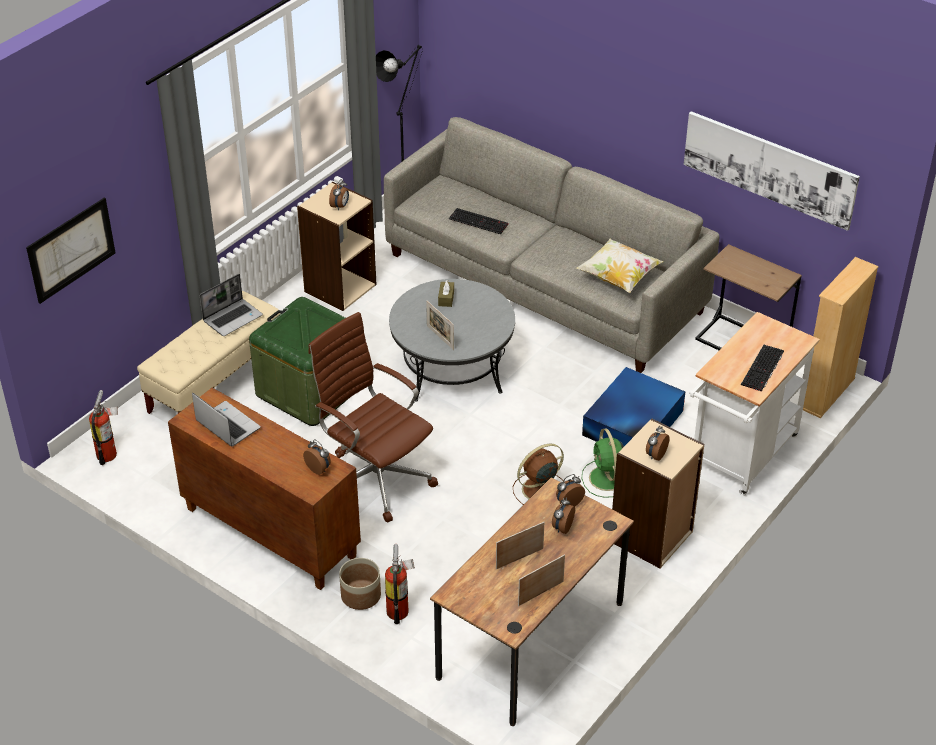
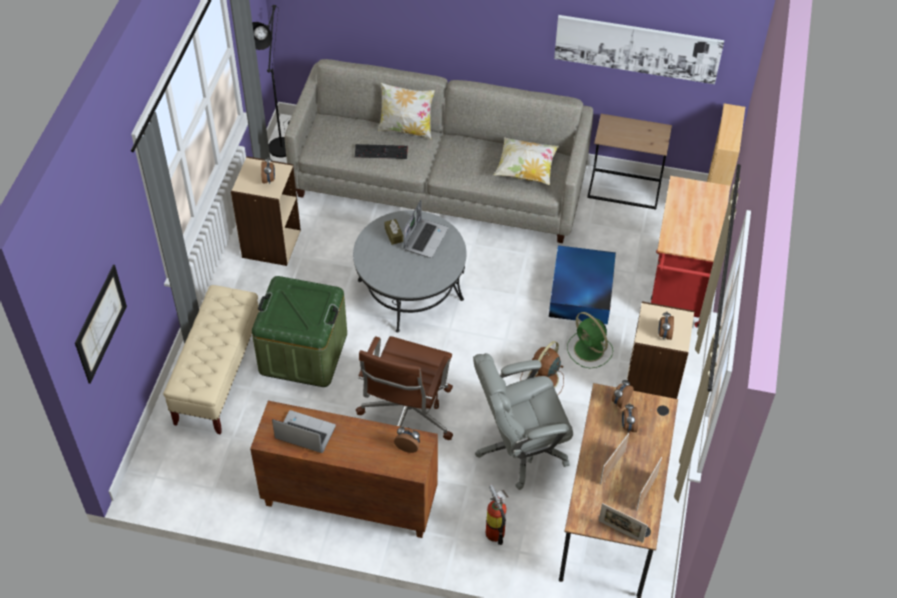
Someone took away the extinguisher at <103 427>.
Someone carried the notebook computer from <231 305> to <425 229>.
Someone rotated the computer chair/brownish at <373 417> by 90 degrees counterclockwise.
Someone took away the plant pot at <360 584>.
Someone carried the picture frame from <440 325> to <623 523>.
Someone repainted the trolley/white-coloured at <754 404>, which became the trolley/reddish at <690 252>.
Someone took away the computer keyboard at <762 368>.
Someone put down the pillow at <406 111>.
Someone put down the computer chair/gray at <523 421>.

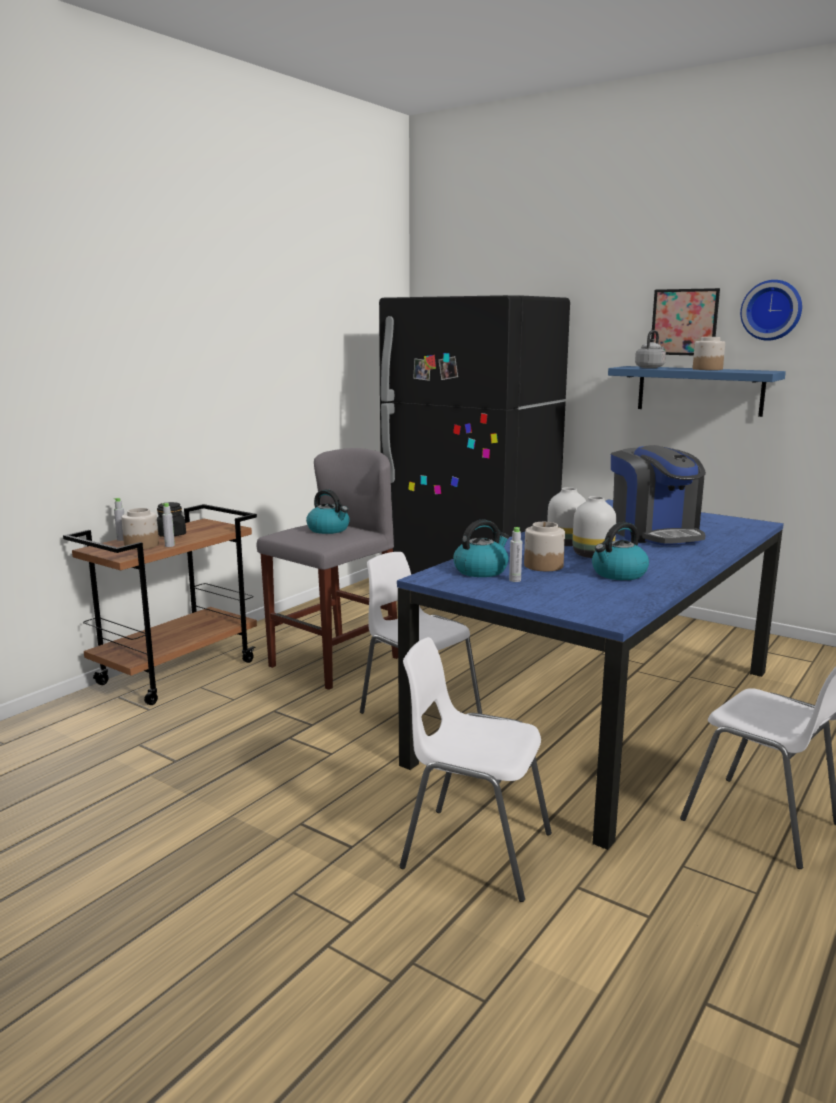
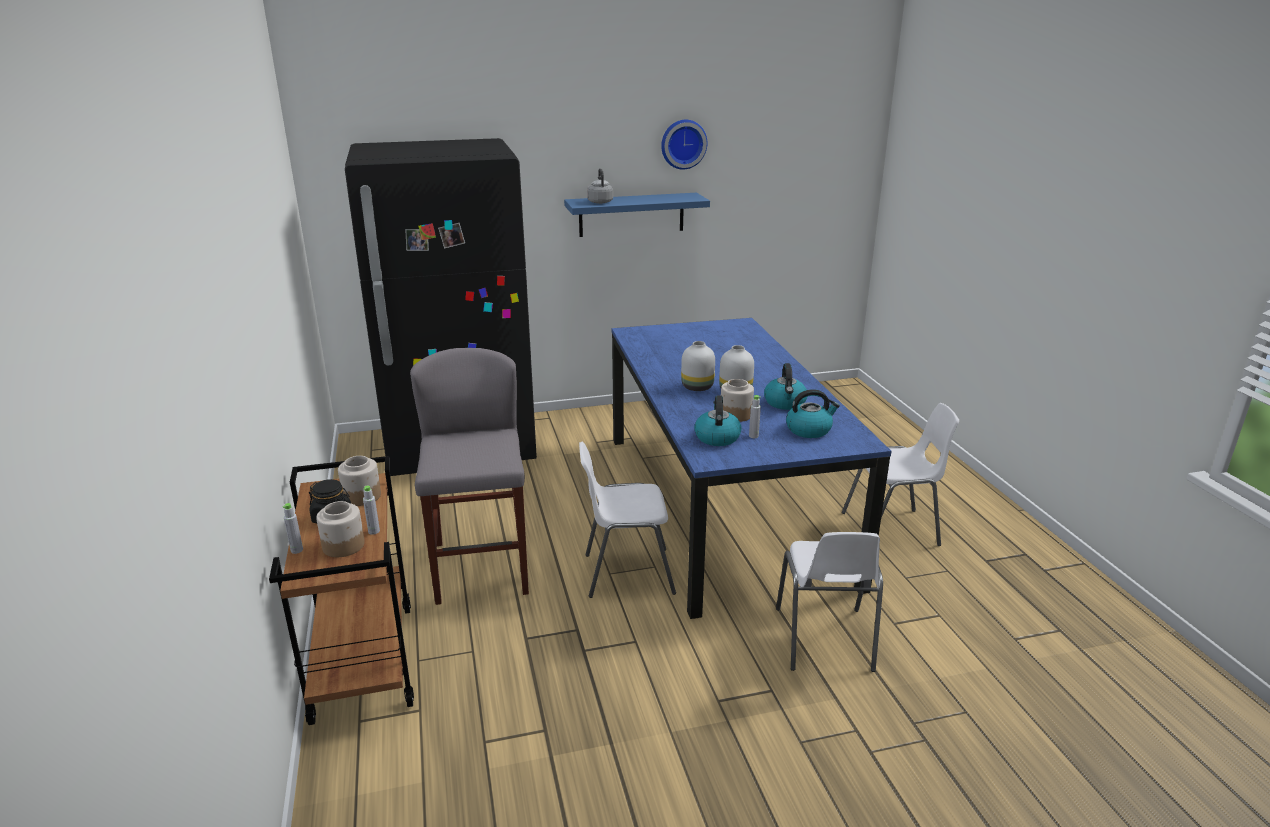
Someone carried the water kettle from <328 511> to <813 413>.
Someone rotated the chair/white-coloured at <476 769> by 60 degrees counterclockwise.
Someone took away the coffee maker at <658 495>.
Someone took away the wall art at <685 321>.
Someone carried the preserve jar from <709 353> to <359 481>.

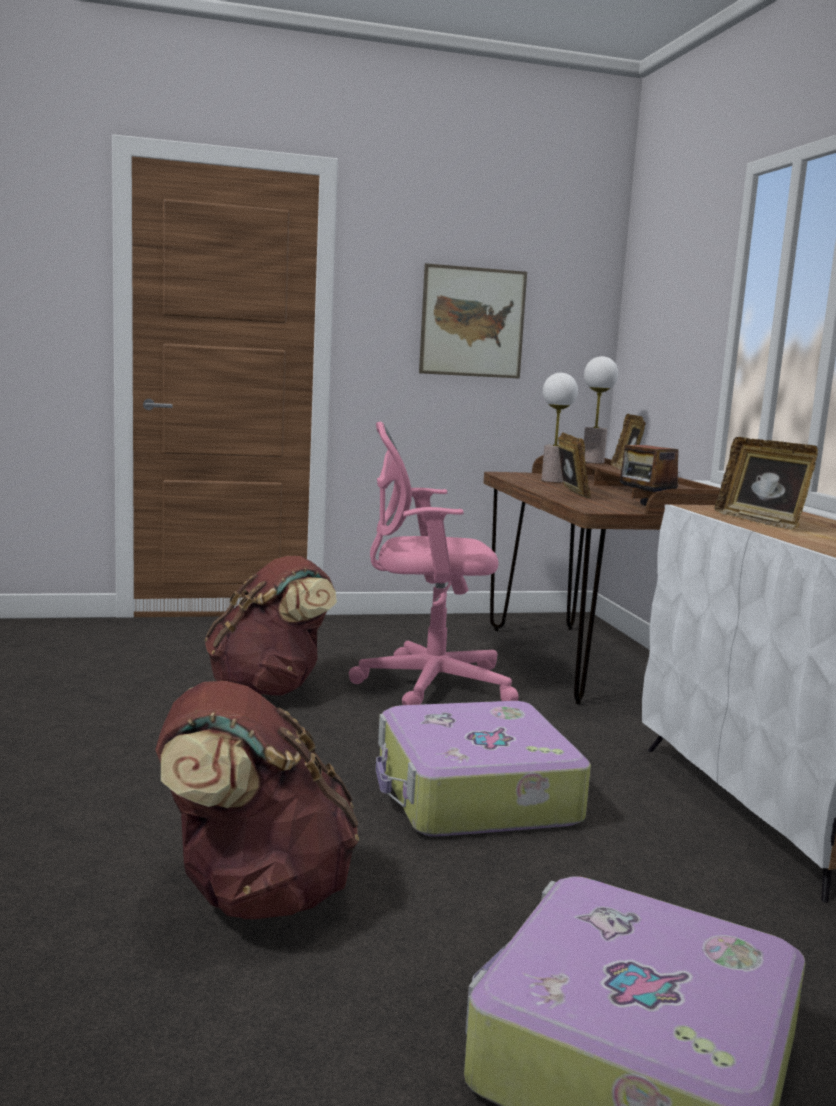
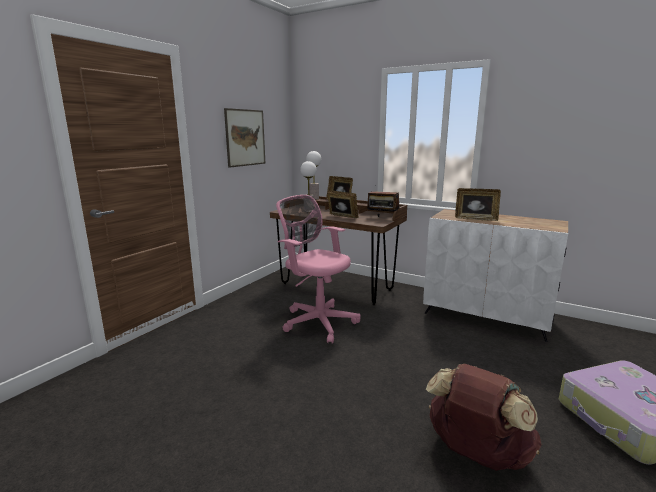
Someone took away the rucksack/brownish at <271 626>.
Someone rotated the computer chair/pink-coloured at <434 563> by 90 degrees clockwise.
Someone took away the suitcase at <483 769>.

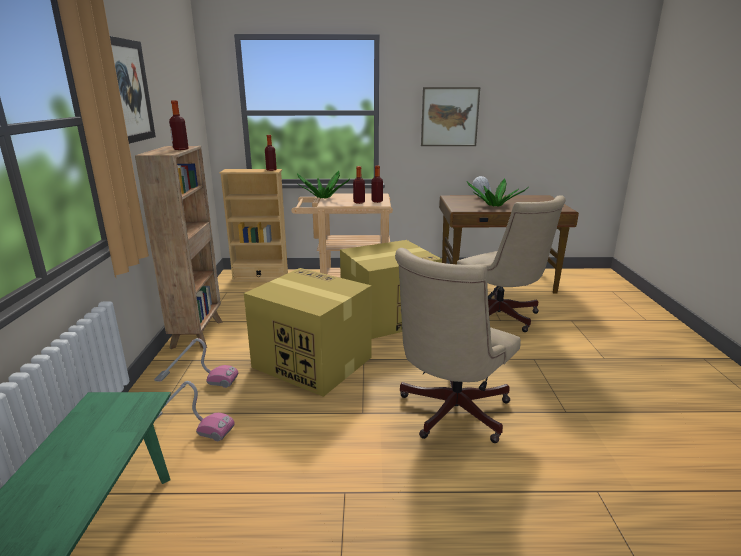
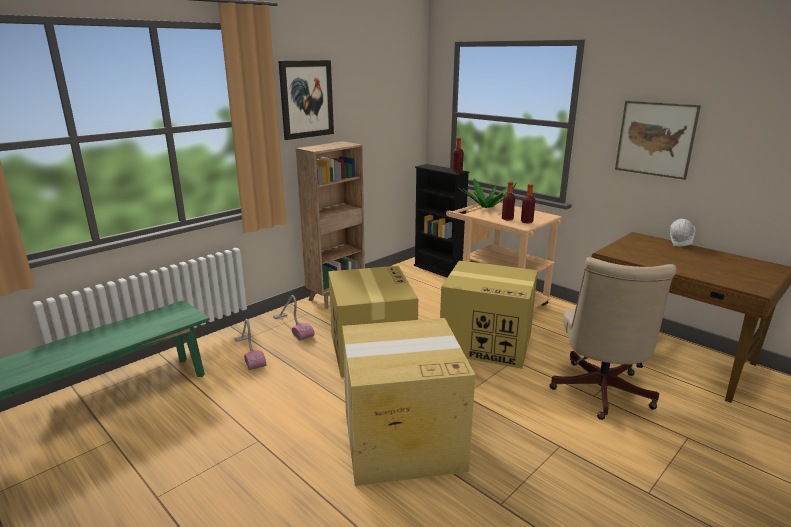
Someone took away the bottle at <179 125>.
Someone repainted the bookcase/beige at <253 225>, which became the bookcase/black-coloured at <441 220>.
Someone swapped the computer chair/beige at <458 345> for the carton at <408 402>.
Someone took away the houseplant at <497 193>.

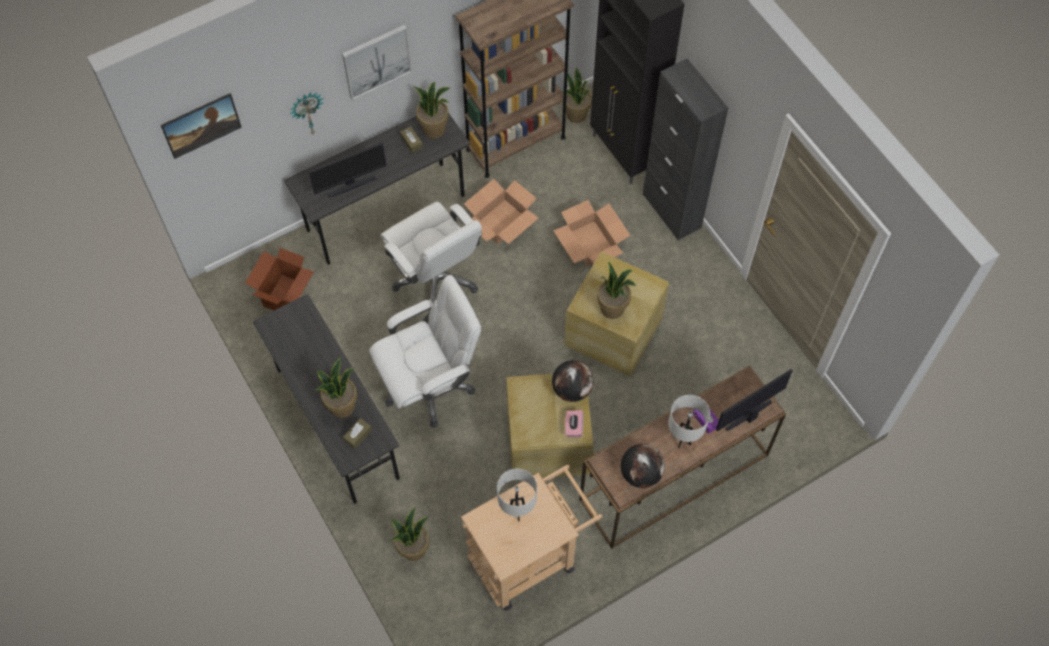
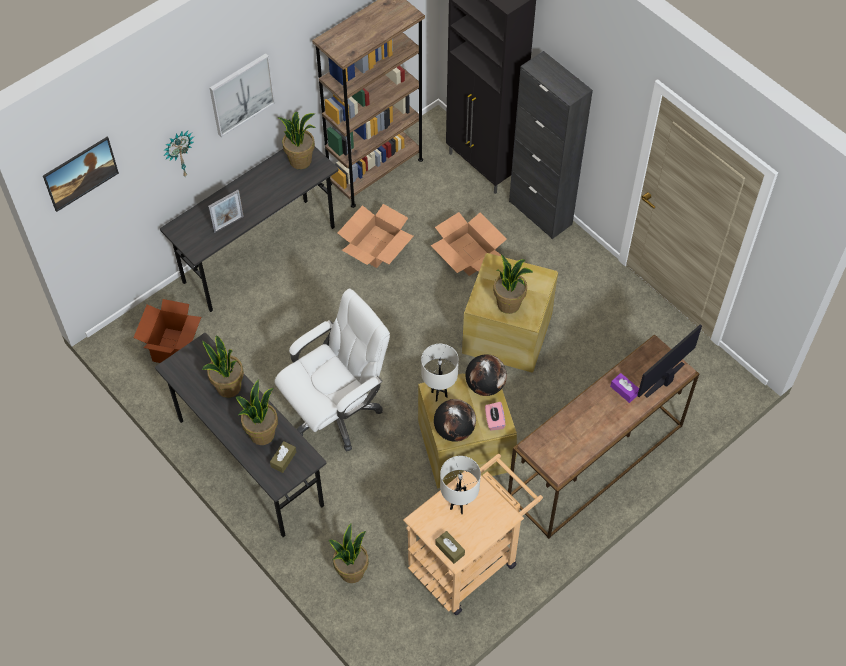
Someone swapped the monitor at <348 170> for the picture frame at <226 211>.
Someone took away the computer chair/white-coloured at <432 252>.
Someone carried the tissue box/brownish from <411 140> to <450 547>.
Someone carried the houseplant from <577 95> to <223 366>.
Someone carried the world globe from <643 466> to <455 420>.
Someone carried the table lamp/white-coloured from <689 421> to <440 373>.

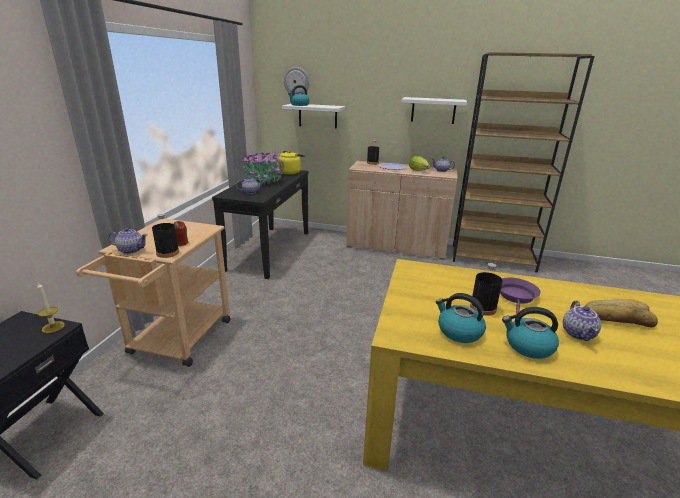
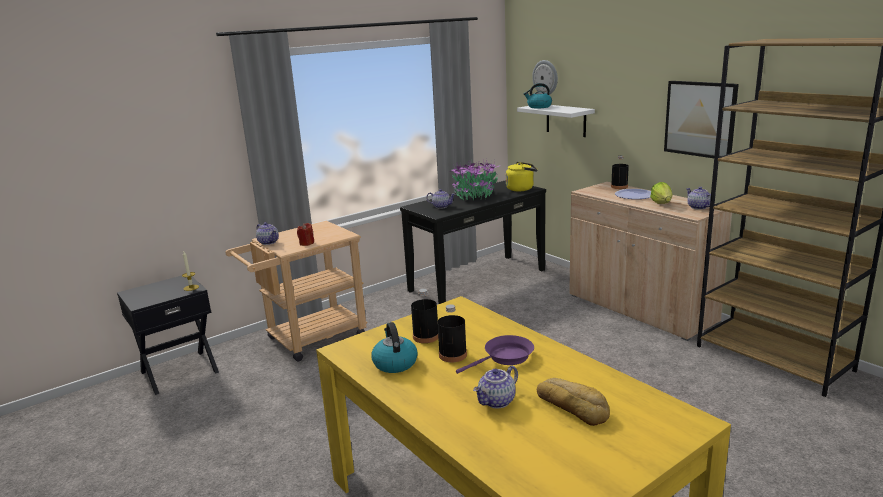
Someone carried the bottle/black-coloured from <165 236> to <424 316>.
Someone swapped the bracket shelf/white-coloured at <434 110> for the wall art at <701 119>.
Someone took away the water kettle at <530 333>.

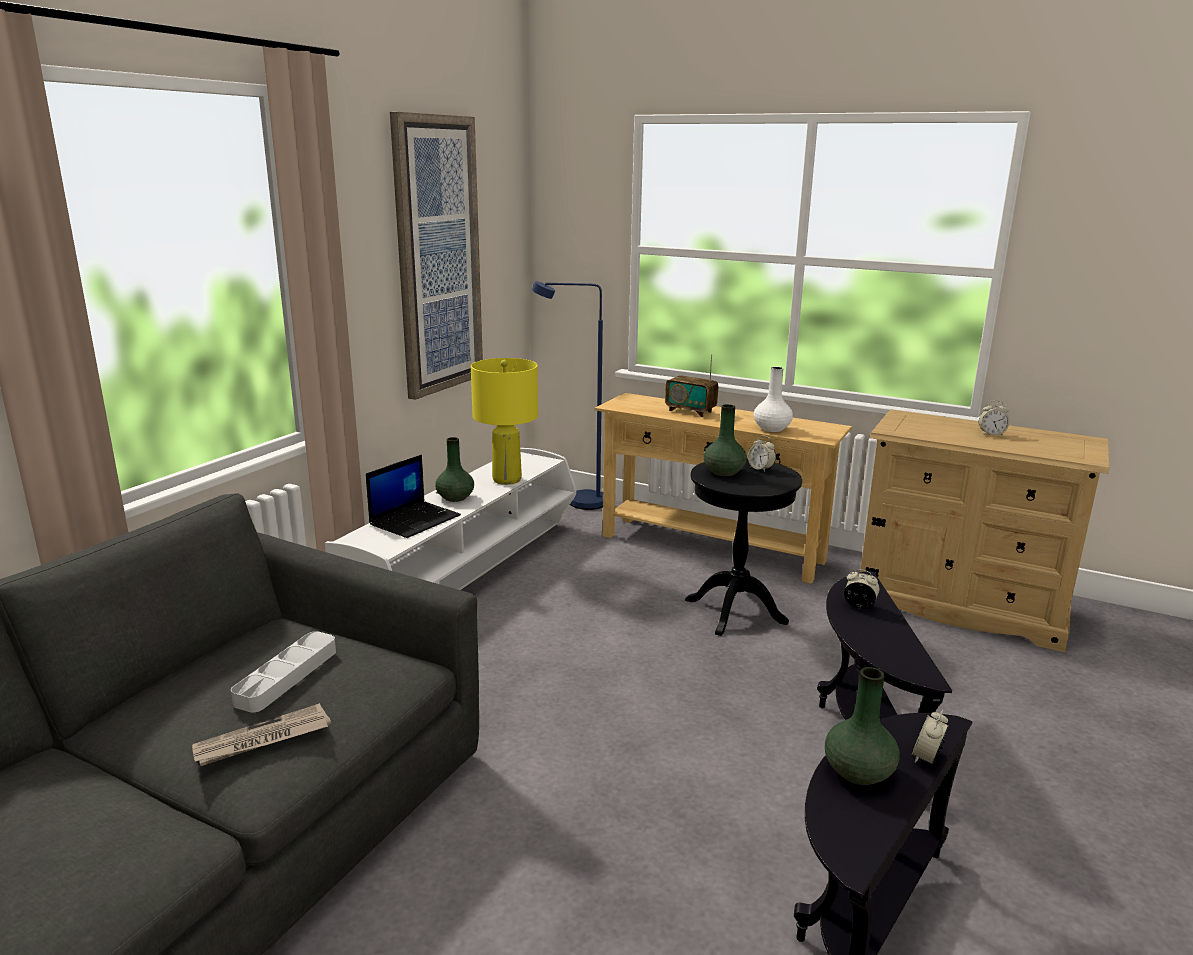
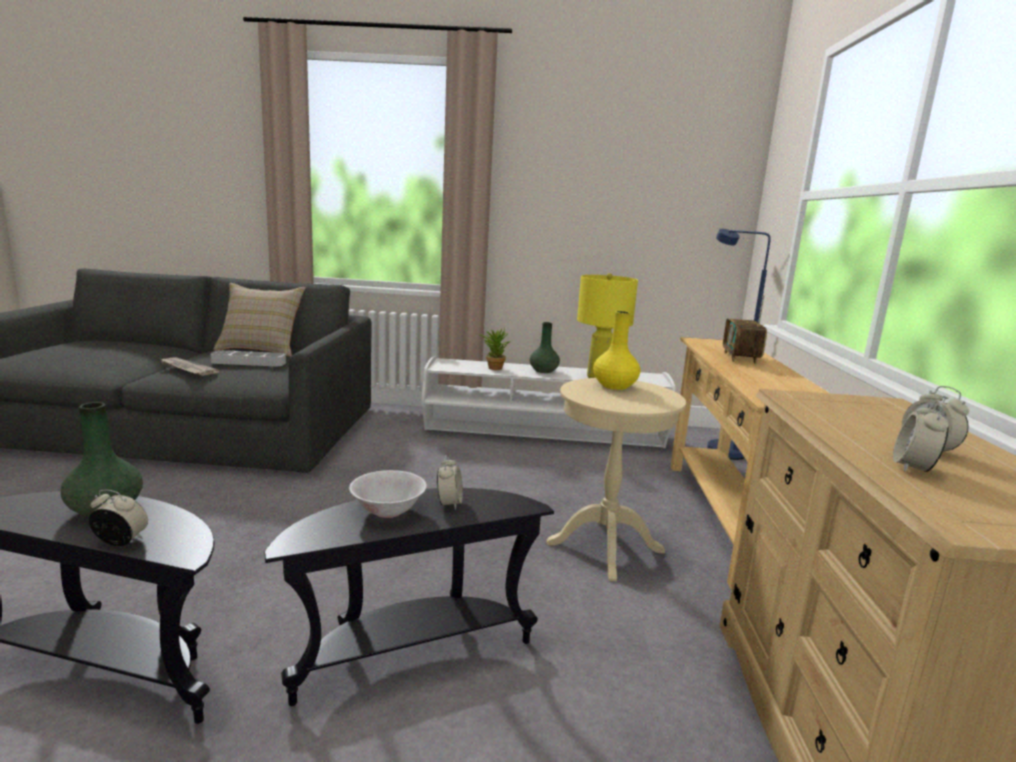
Someone swapped the notebook computer at <413 496> for the houseplant at <495 348>.
Someone took away the wall art at <436 256>.
Someone repainted the side table/black-coloured at <743 547>, which became the side table/beige at <616 479>.
Someone repainted the vase/green-coloured at <725 440>, which became the vase/yellowish at <616 350>.
Someone carried the table clock from <762 454> to <921 436>.
Someone took away the vase/white-coloured at <773 399>.
Someone put down the pillow/beige at <259 320>.
Someone put down the serving bowl/white-coloured at <388 494>.

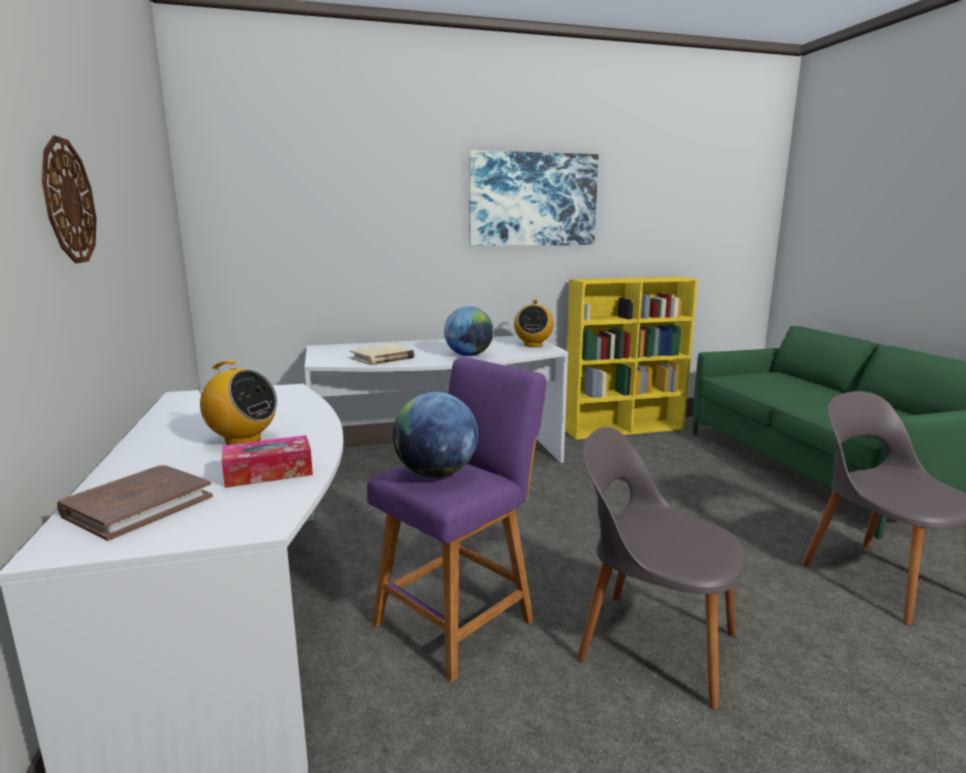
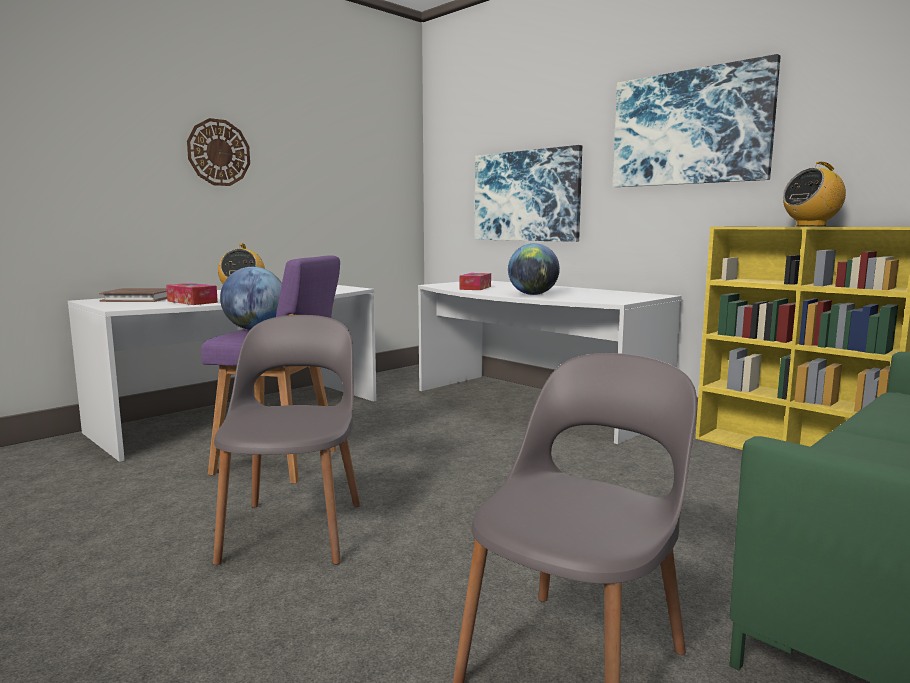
Someone swapped the book/beige at <382 354> for the tissue box at <475 281>.
Someone carried the radio from <534 323> to <814 194>.
Someone put up the wall art at <528 193>.

